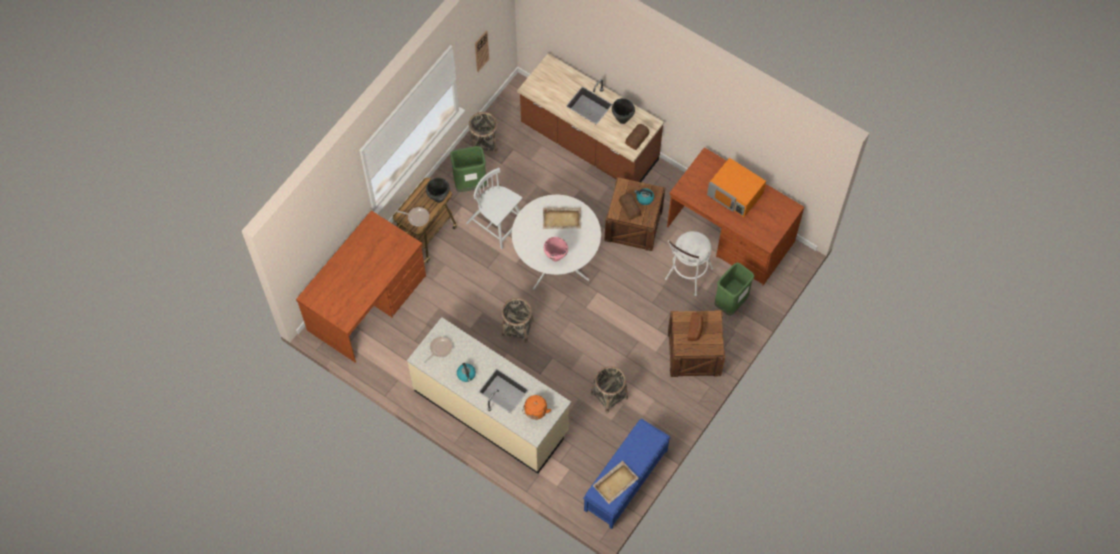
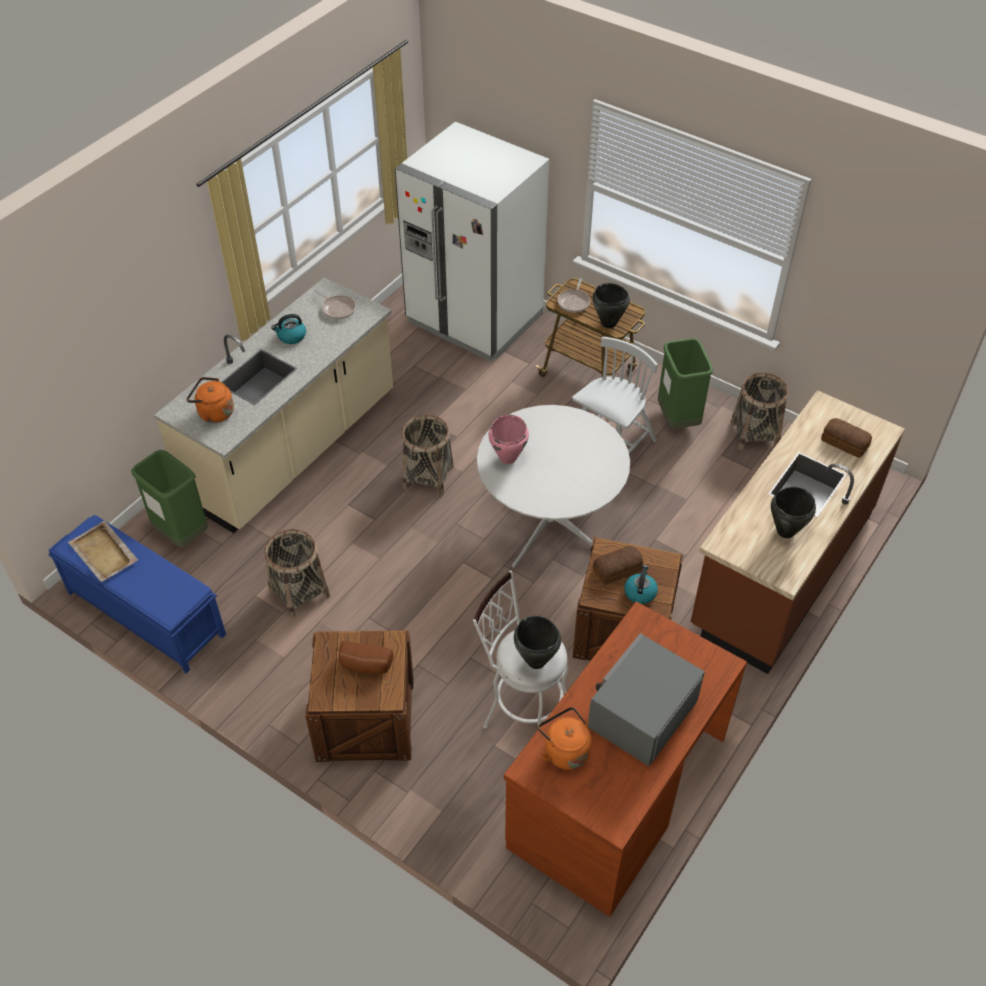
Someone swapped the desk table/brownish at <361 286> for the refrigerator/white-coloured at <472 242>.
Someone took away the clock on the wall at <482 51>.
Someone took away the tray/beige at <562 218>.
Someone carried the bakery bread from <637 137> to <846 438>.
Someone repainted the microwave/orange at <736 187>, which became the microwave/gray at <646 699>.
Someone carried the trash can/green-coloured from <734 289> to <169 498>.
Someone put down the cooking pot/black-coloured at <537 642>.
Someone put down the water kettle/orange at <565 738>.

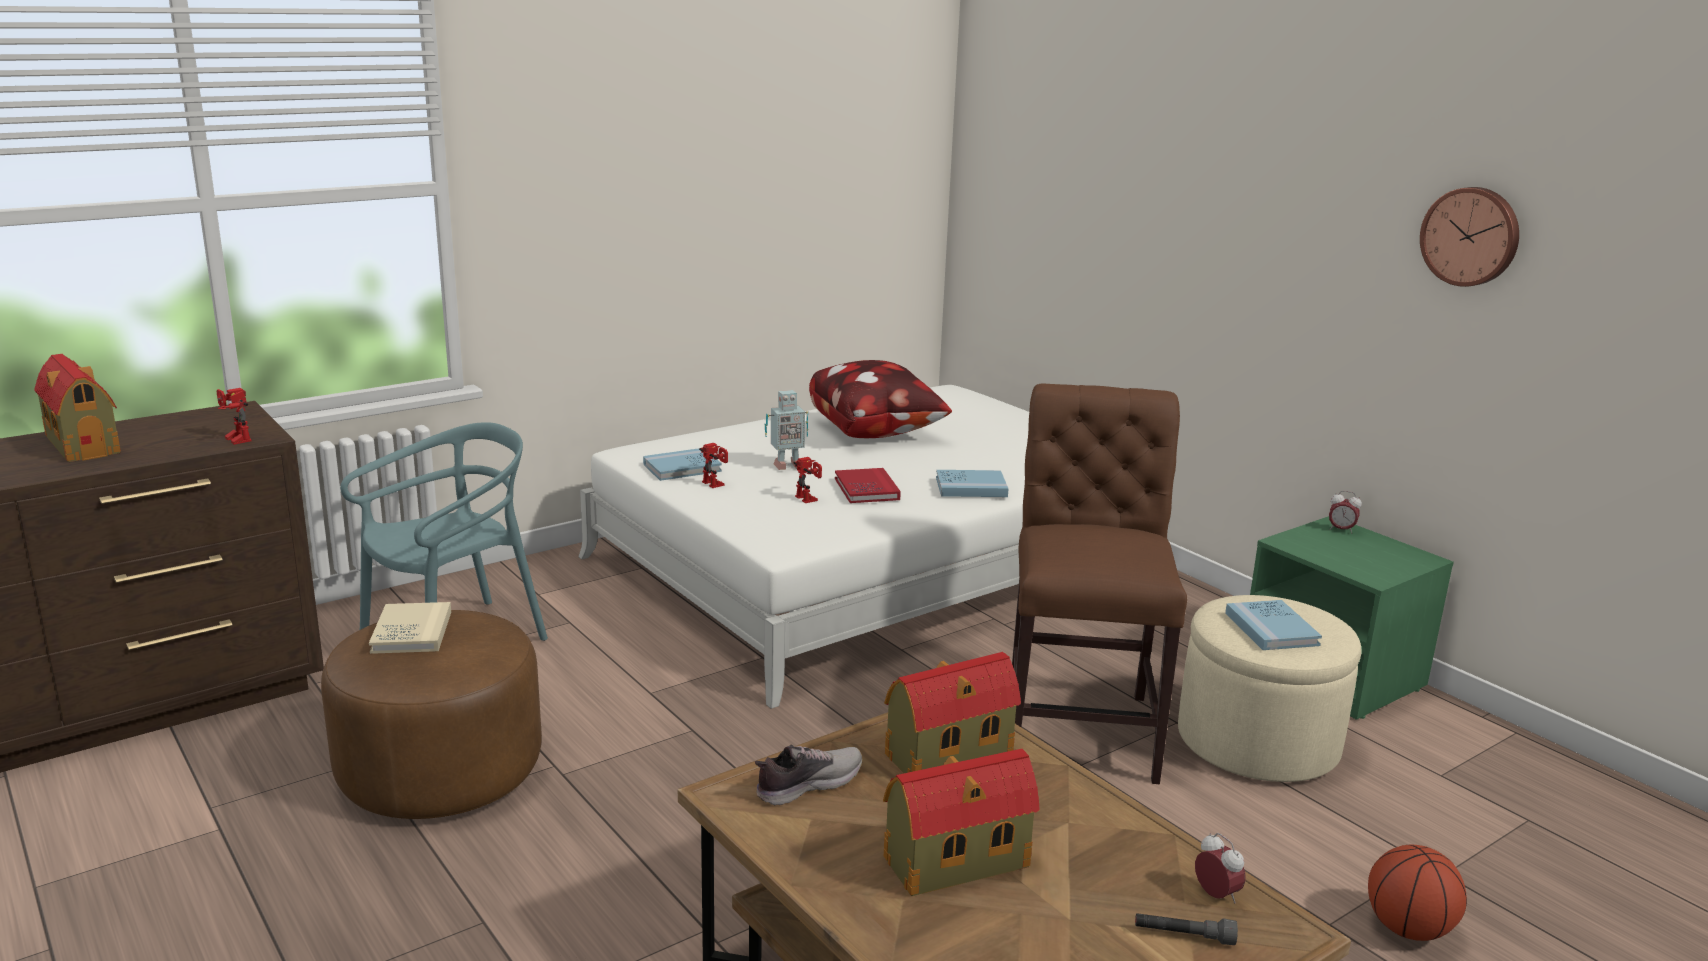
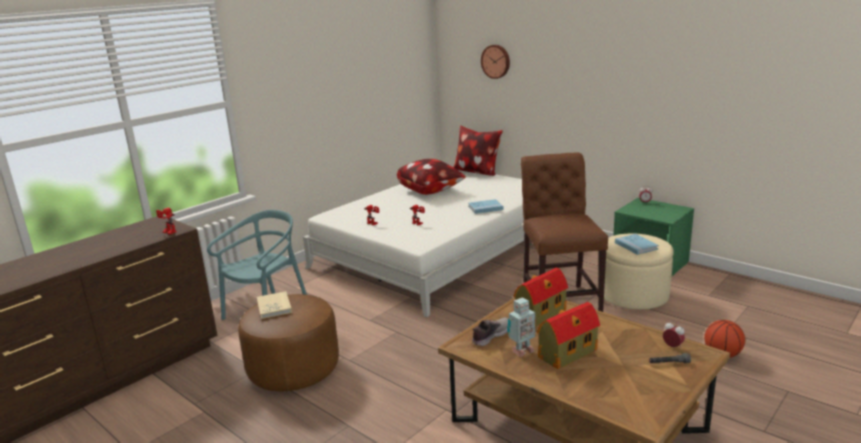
Someone took away the toy house at <77 408>.
Someone took away the book/blue at <682 464>.
Someone carried the robot figure from <786 430> to <521 327>.
Someone took away the book/reddish at <868 485>.
Someone carried the clock on the wall from <1469 237> to <495 62>.
Someone put down the pillow at <478 150>.

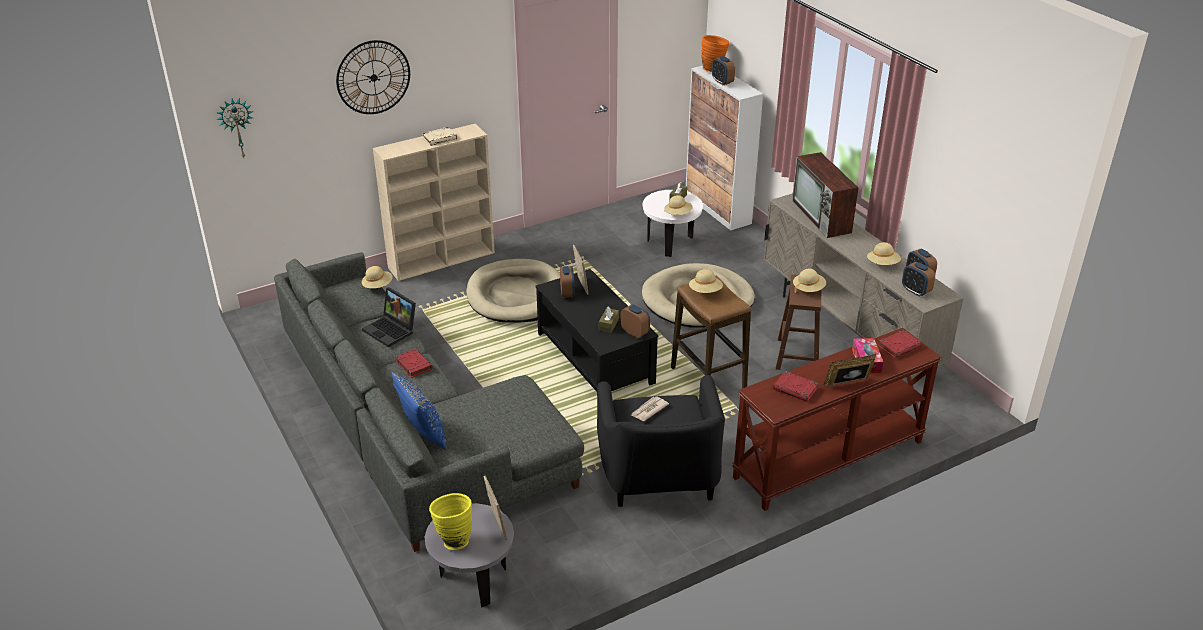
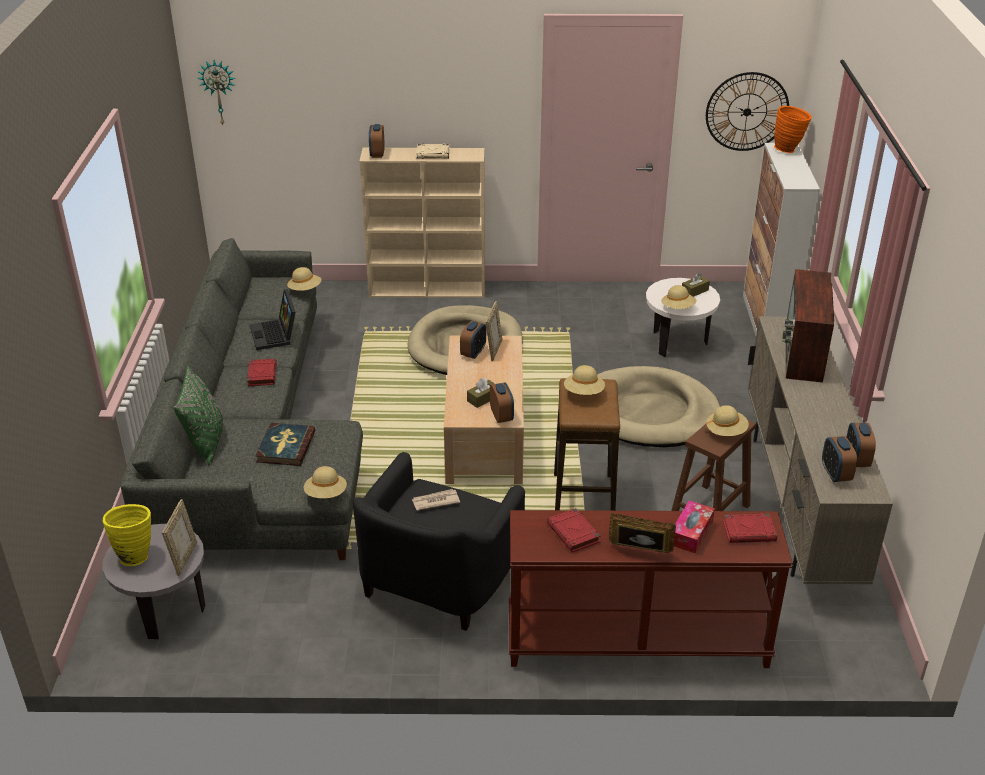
Someone carried the clock on the wall from <373 77> to <747 111>.
Someone repainted the pillow/blue at <418 410>, which became the pillow/green-coloured at <198 416>.
Someone repainted the coffee table/black-coloured at <597 330>, which became the coffee table/beige at <484 409>.
Someone carried the table clock from <723 70> to <377 141>.
Someone carried the clothing hat/beige from <884 253> to <325 482>.
Someone put down the book at <285 444>.

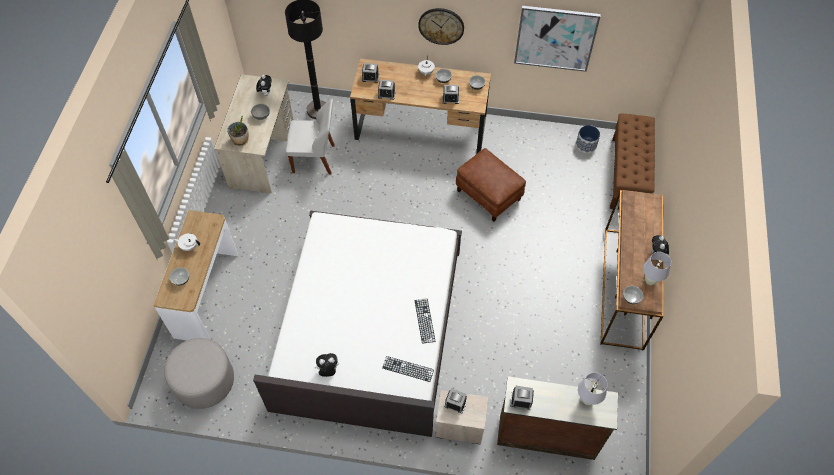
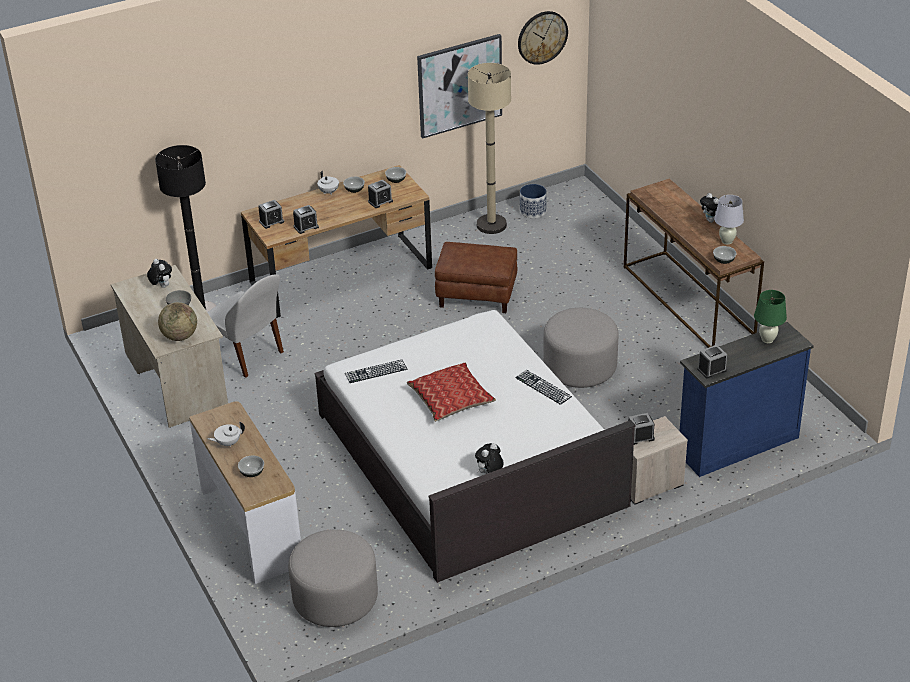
Someone swapped the houseplant at <238 131> for the world globe at <177 321>.
Someone rotated the chair/white-coloured at <310 137> by 75 degrees clockwise.
Someone carried the computer keyboard from <408 369> to <376 371>.
Someone carried the clock on the wall from <441 26> to <543 38>.
Someone repainted the drawer chest/brownish at <557 418>, which became the drawer chest/blue at <747 399>.
Someone repainted the table lamp/white-coloured at <593 388>, which became the table lamp/green-coloured at <770 316>.
Someone took away the indoor bench/brownish at <632 161>.
Someone put down the pillow at <451 392>.
Someone put down the floor lamp/beige at <489 148>.
Someone put down the footrest/gray at <581 348>.

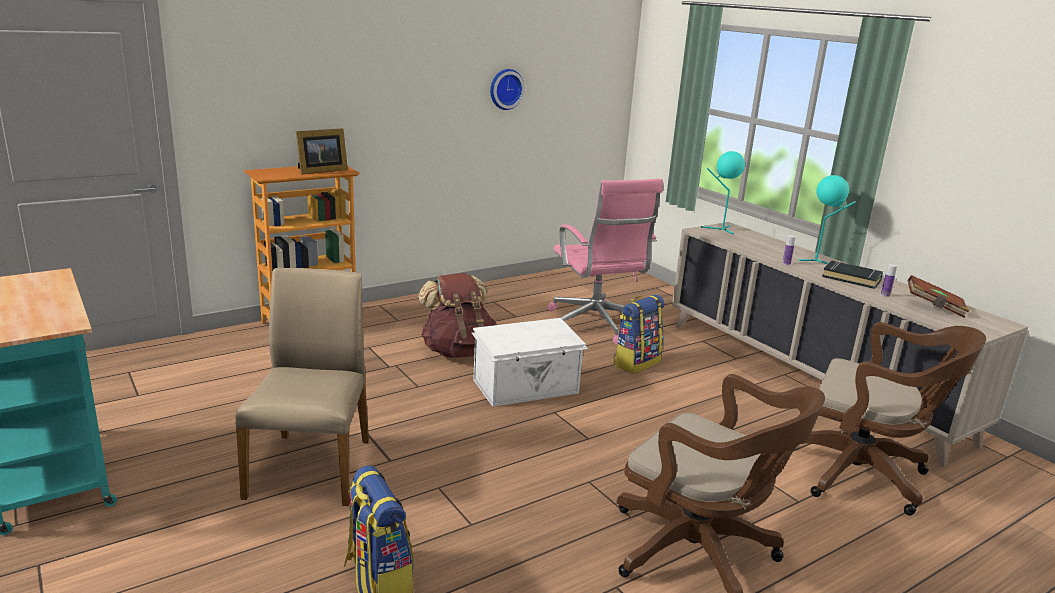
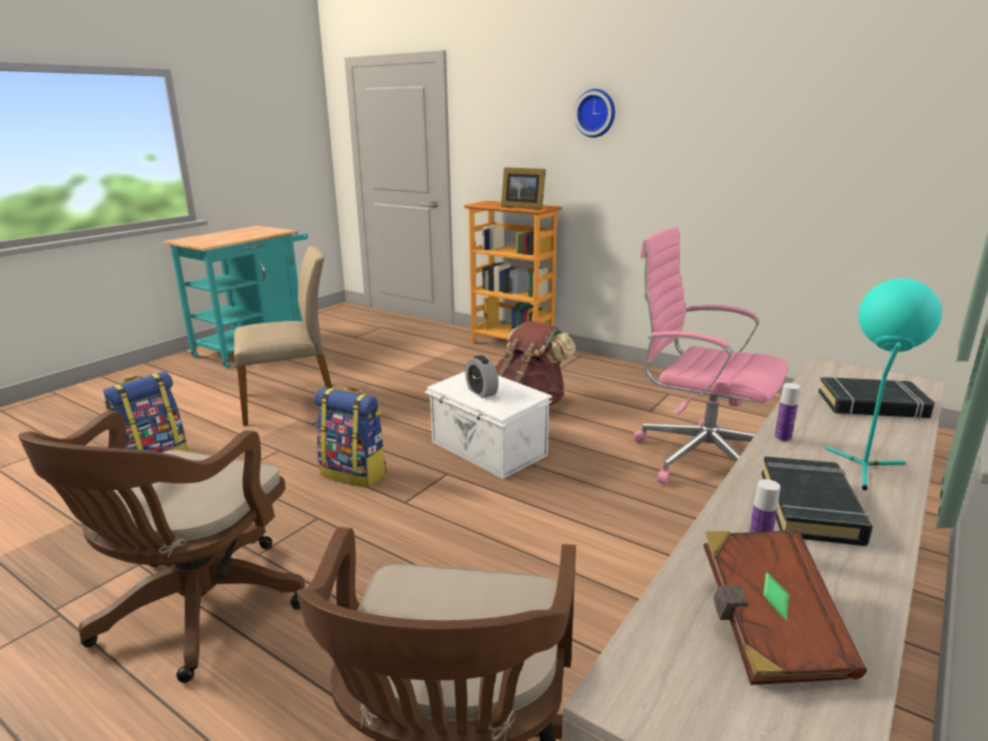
Someone carried the clock on the wall from <507 89> to <594 113>.
Someone rotated the computer chair/pink-coloured at <605 262> by 75 degrees clockwise.
Someone carried the rucksack from <639 334> to <351 437>.
Someone took away the table lamp/blue-green at <723 192>.
Someone put down the table clock at <482 376>.
Someone put down the book/black-coloured at <876 398>.

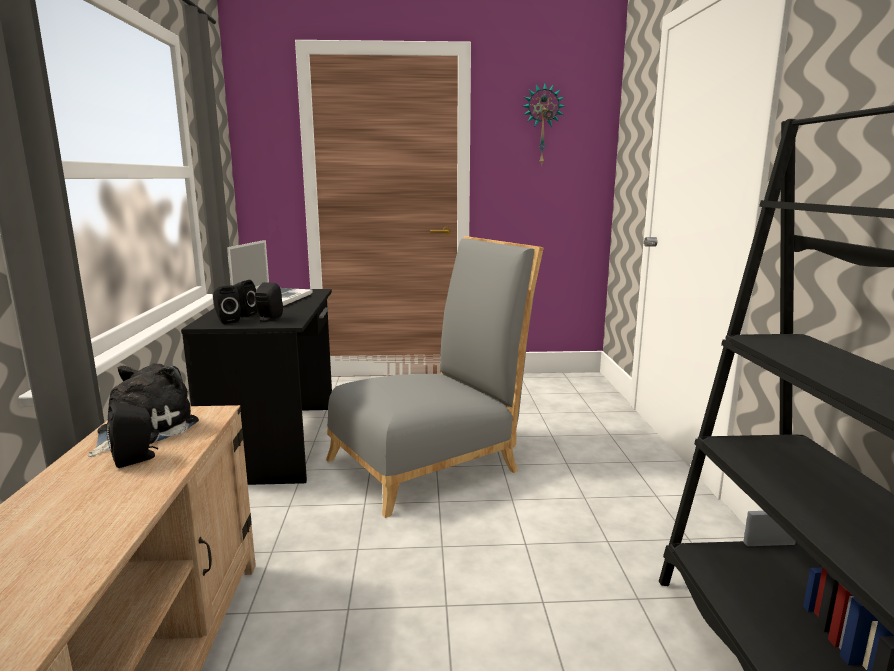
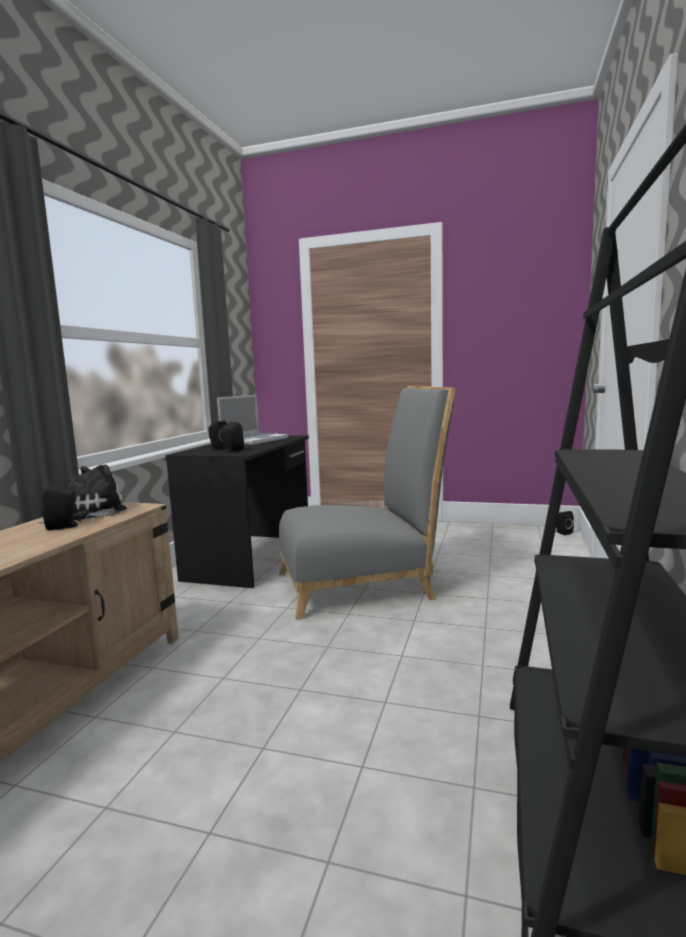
Someone carried the audio speaker/black-coloured from <227 304> to <565 523>.
Someone took away the clock on the wall at <544 124>.

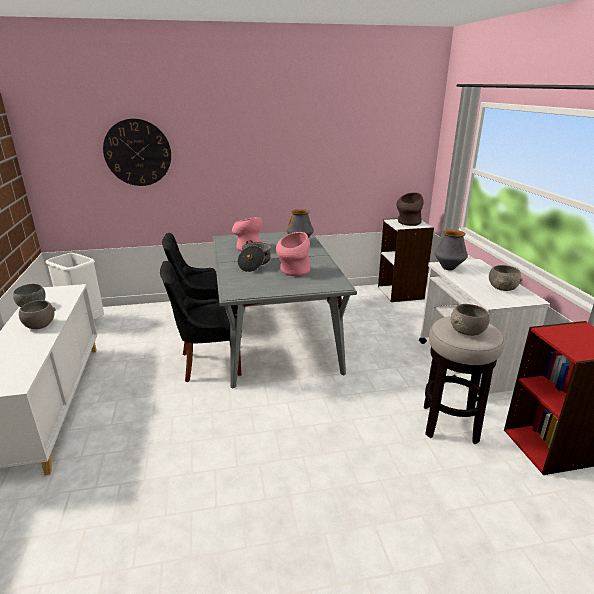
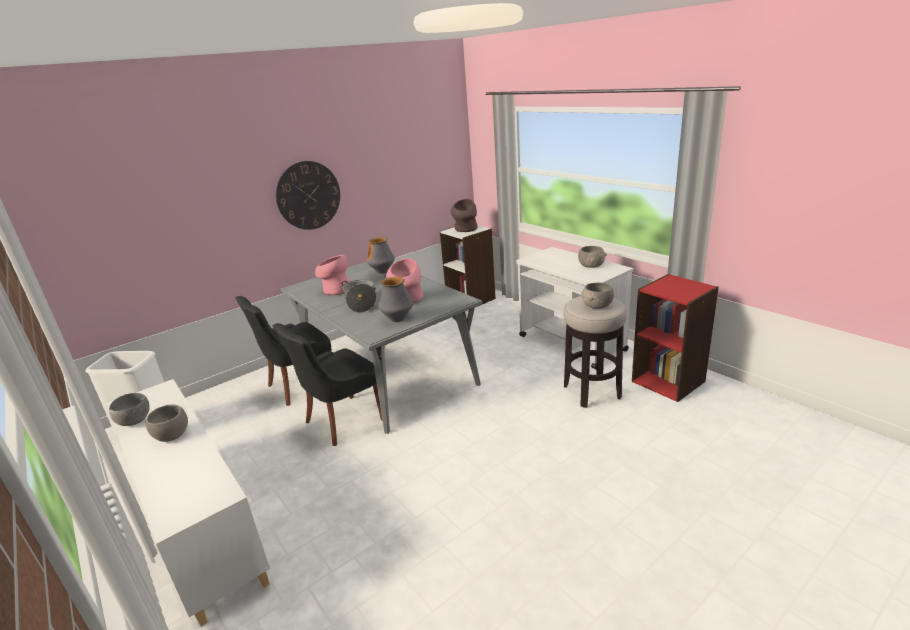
Someone carried the clock on the wall from <137 152> to <308 195>.
Someone carried the vase from <451 250> to <396 299>.

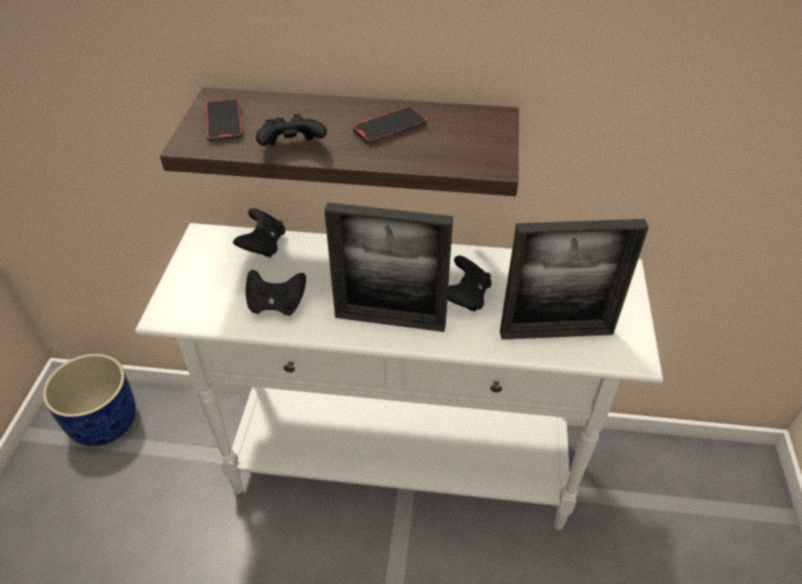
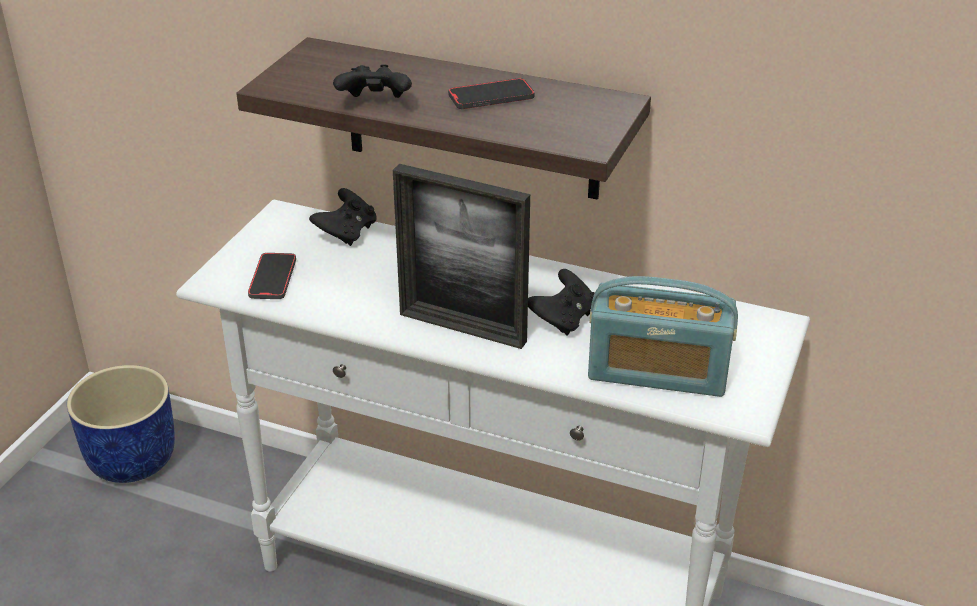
Someone carried the phone from <224 120> to <272 276>.
Someone took away the game controller/black-coloured at <275 293>.
Someone swapped the picture frame at <574 279> for the radio at <663 336>.

